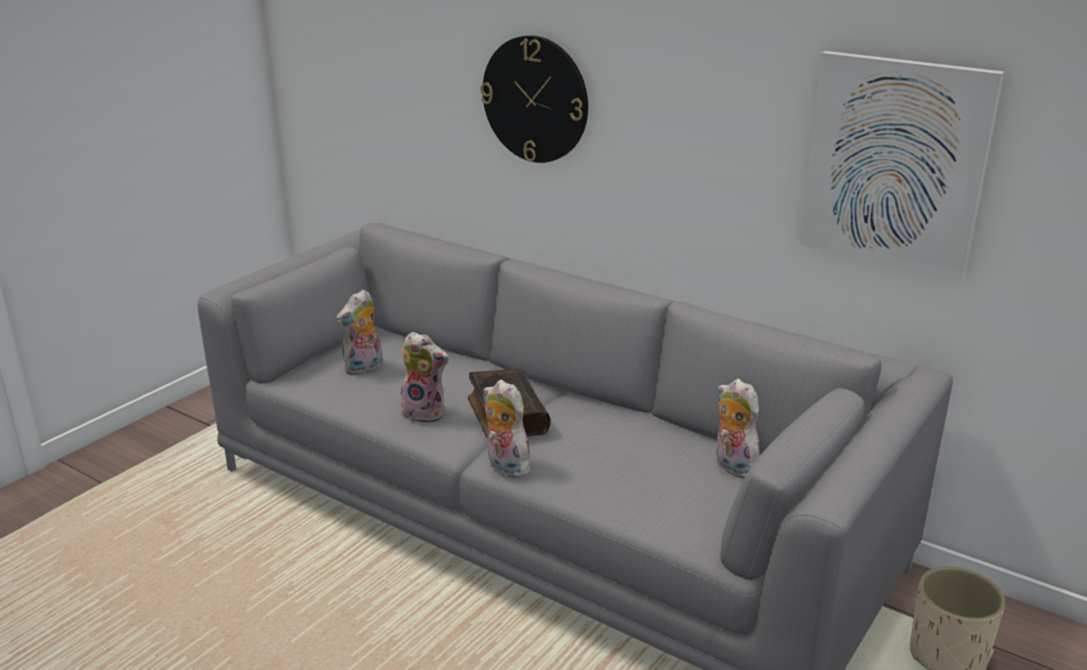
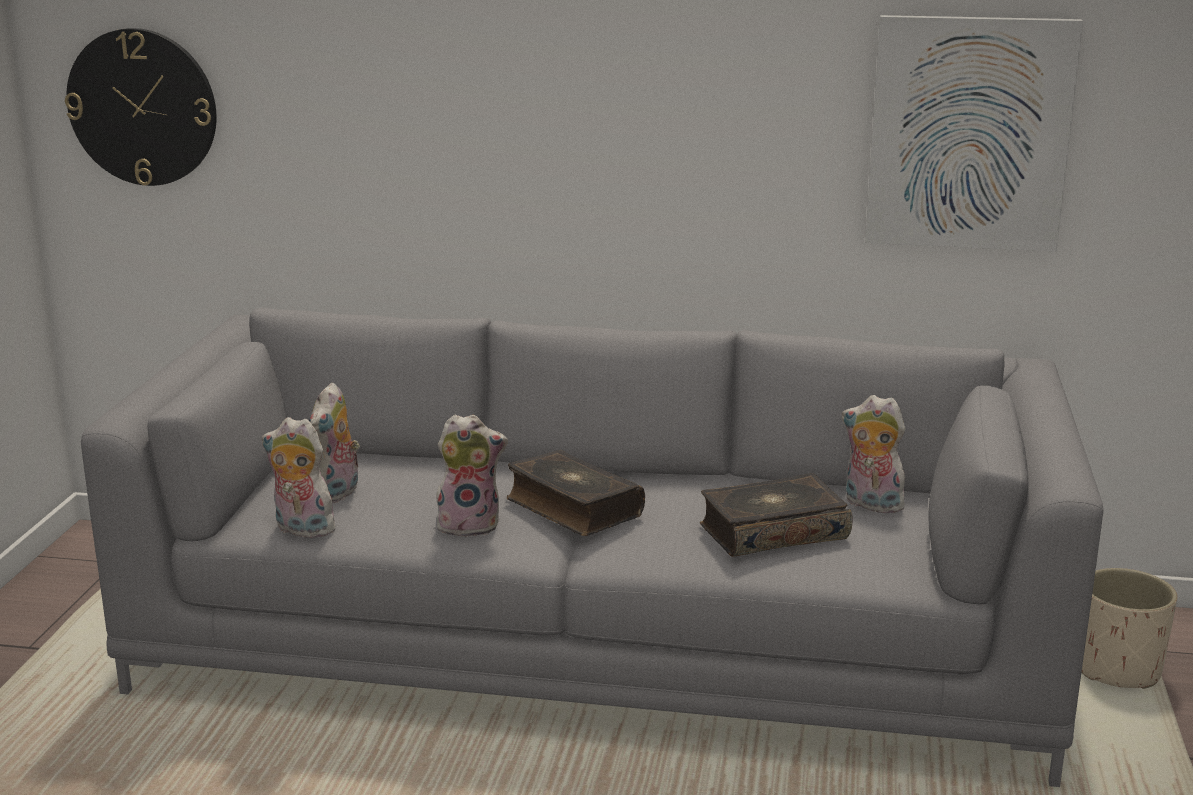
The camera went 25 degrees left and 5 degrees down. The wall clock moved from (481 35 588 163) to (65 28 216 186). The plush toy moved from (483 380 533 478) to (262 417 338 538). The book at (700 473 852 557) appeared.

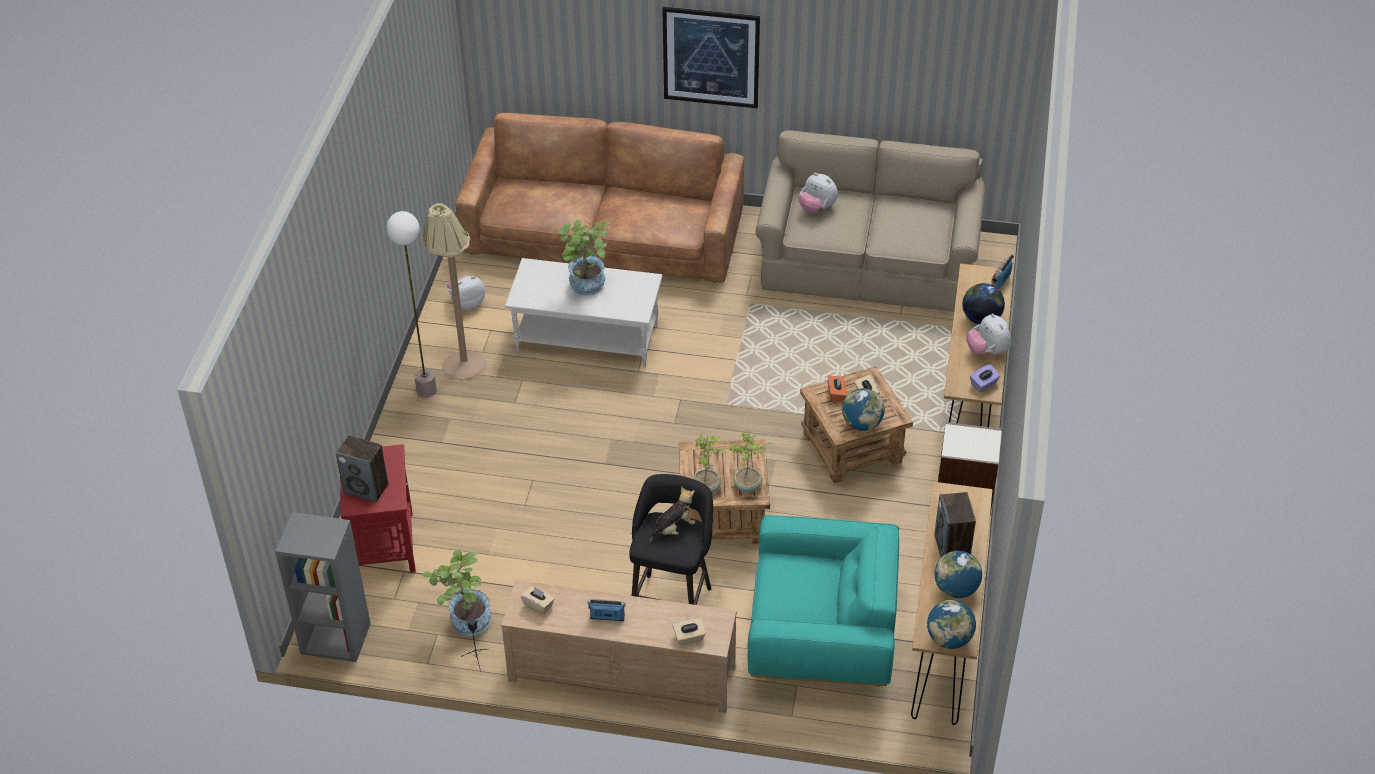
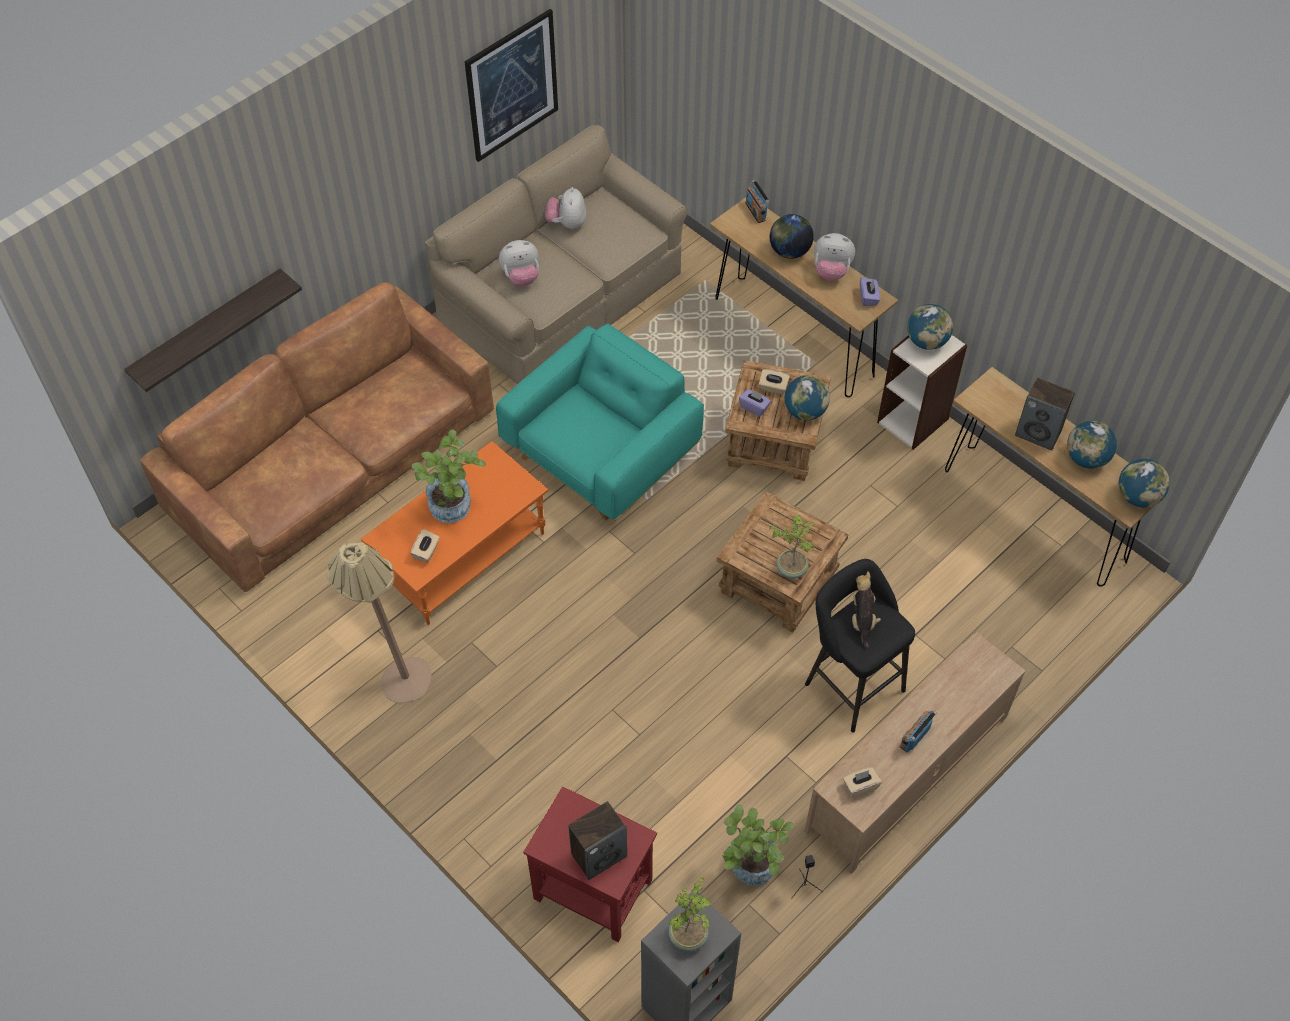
The camera went 55 degrees left and 10 degrees up. The picture moved from (662 6 760 108) to (464 9 558 162). The floor lamp at (386 211 437 398) disappeared. The coffee table (white) at (505 258 663 367) became the coffee table (orange) at (361 441 548 625). The plush toy moved from (447 275 485 310) to (545 187 586 229). The tissue box (orange) at (828 375 846 401) became the tissue box (purple) at (739 389 771 416). The potted plant moved from (729 431 773 492) to (668 878 713 951). The armchair (turquoise) moved from (747 515 899 687) to (496 323 704 521). The tissue box (beige) moved from (673 618 706 645) to (411 529 440 563). The shelf at (124 269 302 392) appeared. The globe at (907 304 953 350) appeared.

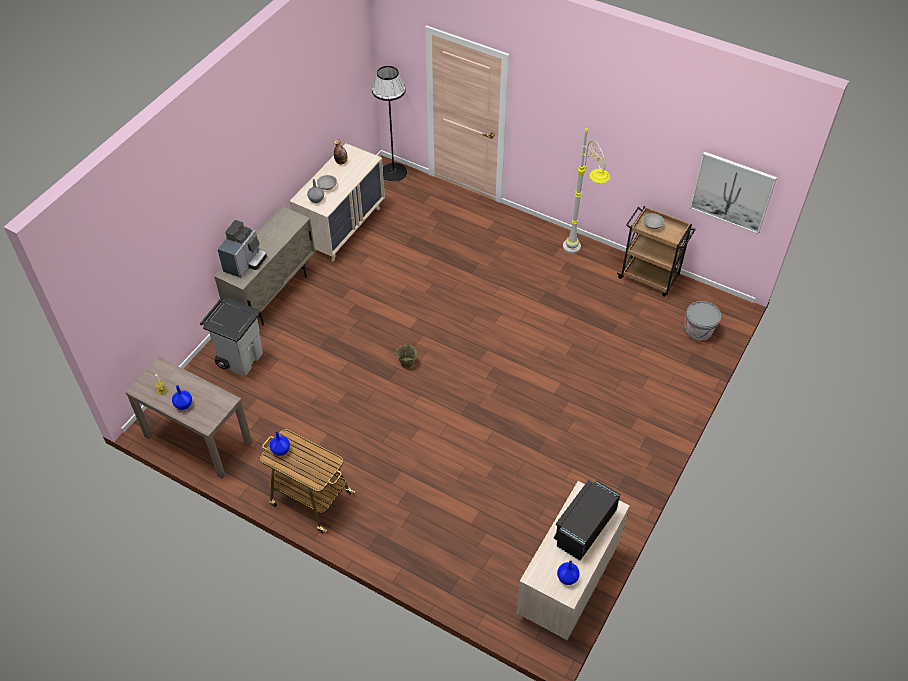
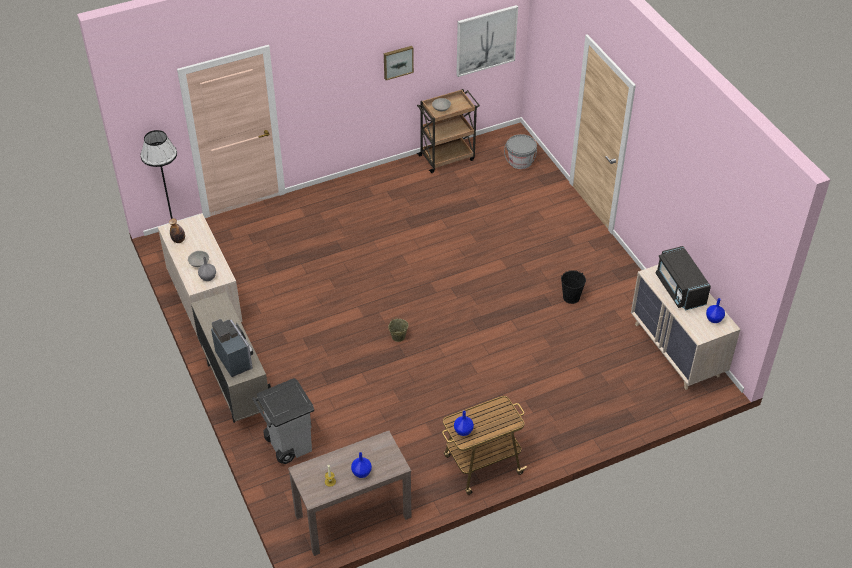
The camera went 55 degrees left and 5 degrees down. The floor lamp (grey) at (563 128 610 254) disappeared. The picture at (384 46 414 80) appeared. The bucket (black) at (561 270 586 304) appeared.

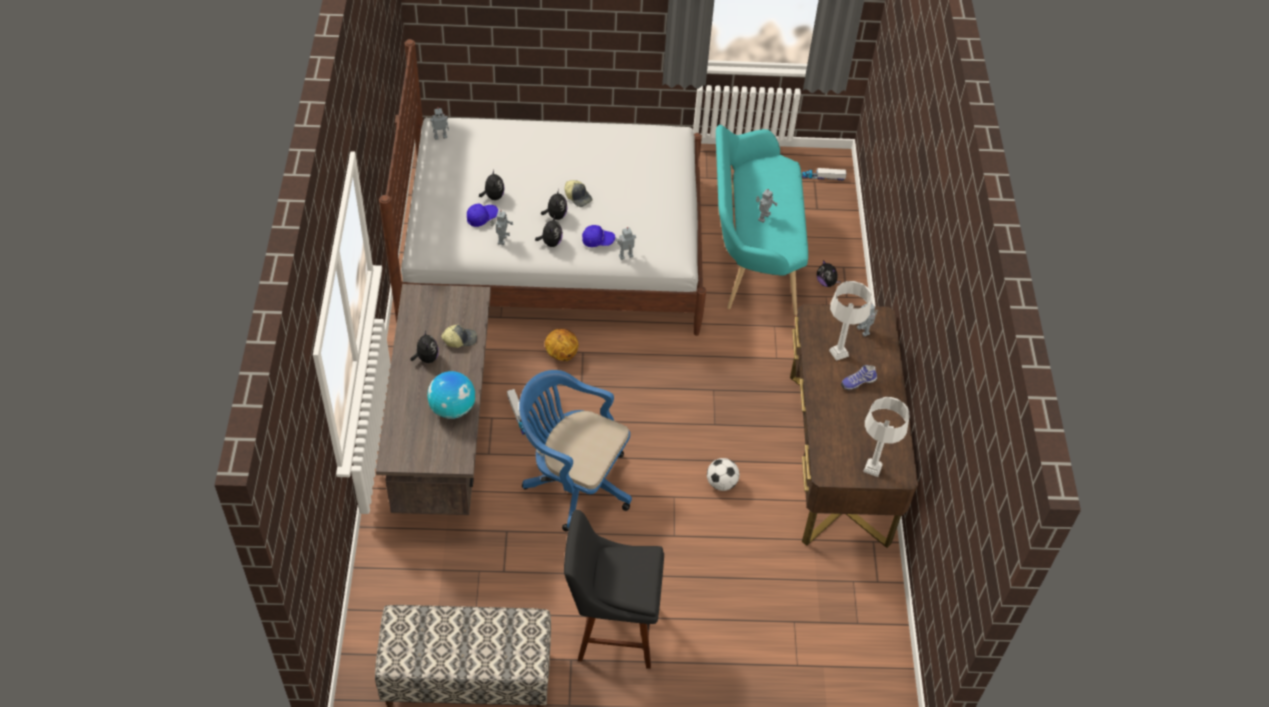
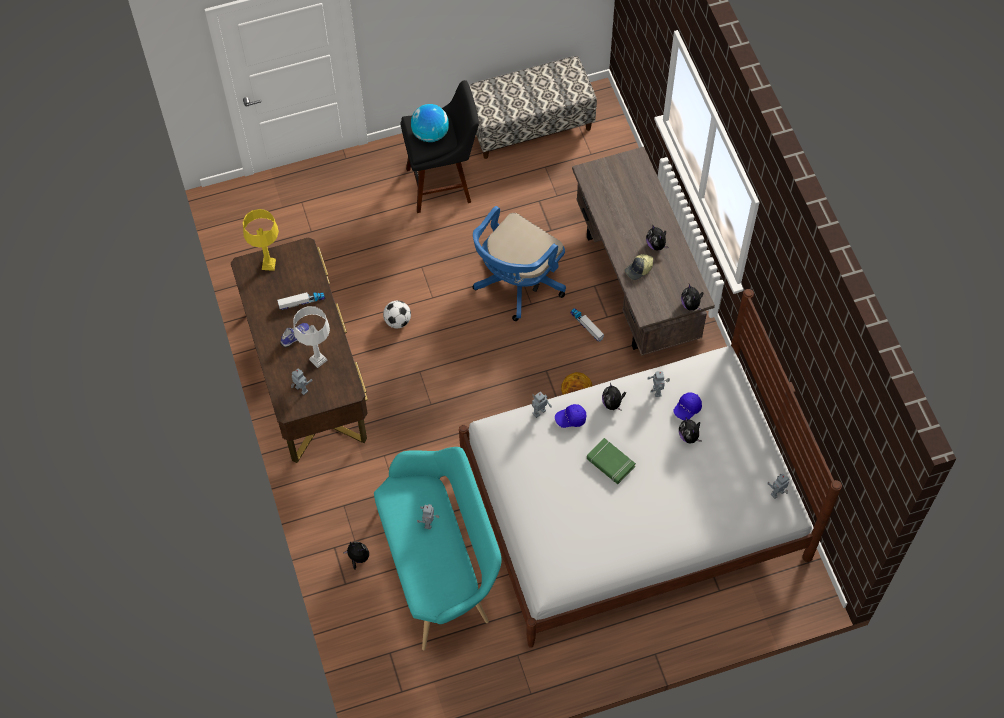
The camera went 165 degrees right and 10 degrees up. The toy truck moved from (802 168 847 181) to (277 292 325 310). The cap at (564 180 593 207) was replaced by the book (green) at (587 438 636 484). The plush toy moved from (541 189 568 220) to (681 284 703 311). The office chair (blue) at (519 370 632 531) turned 120 degrees clockwise. The globe moved from (427 371 475 419) to (411 104 449 142). The table lamp (grey) at (863 397 909 477) became the table lamp (yellow) at (243 209 279 271).

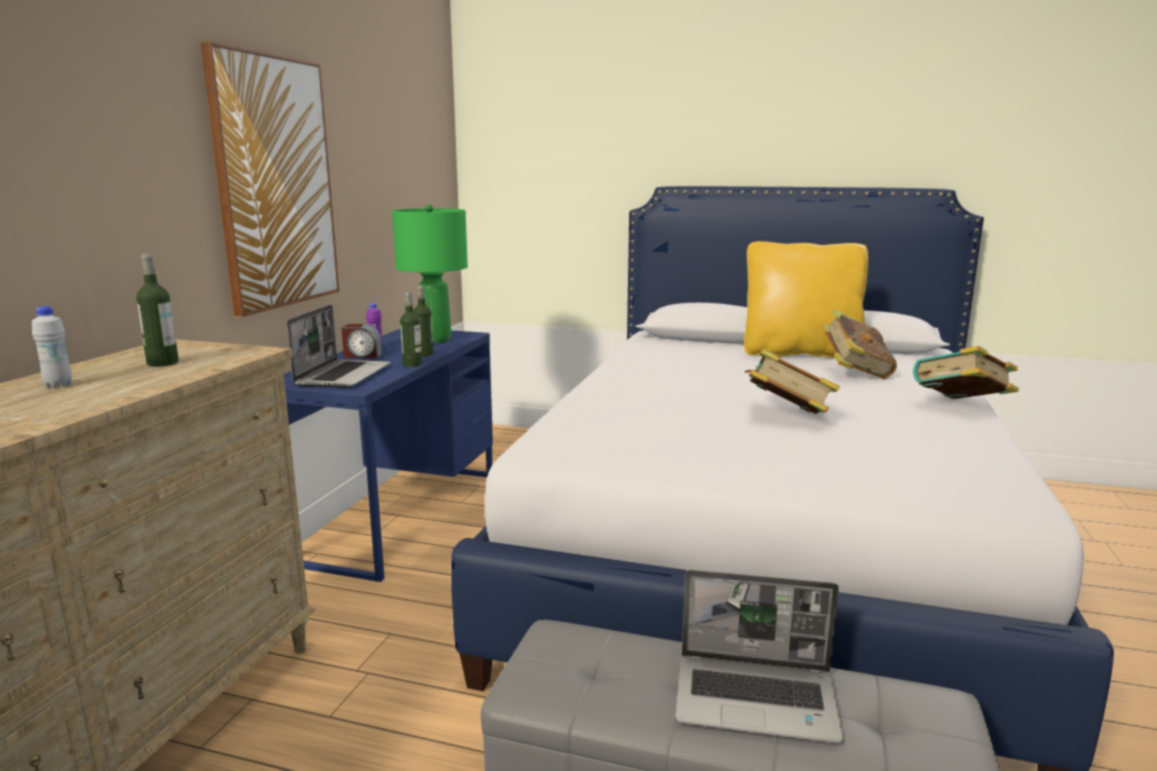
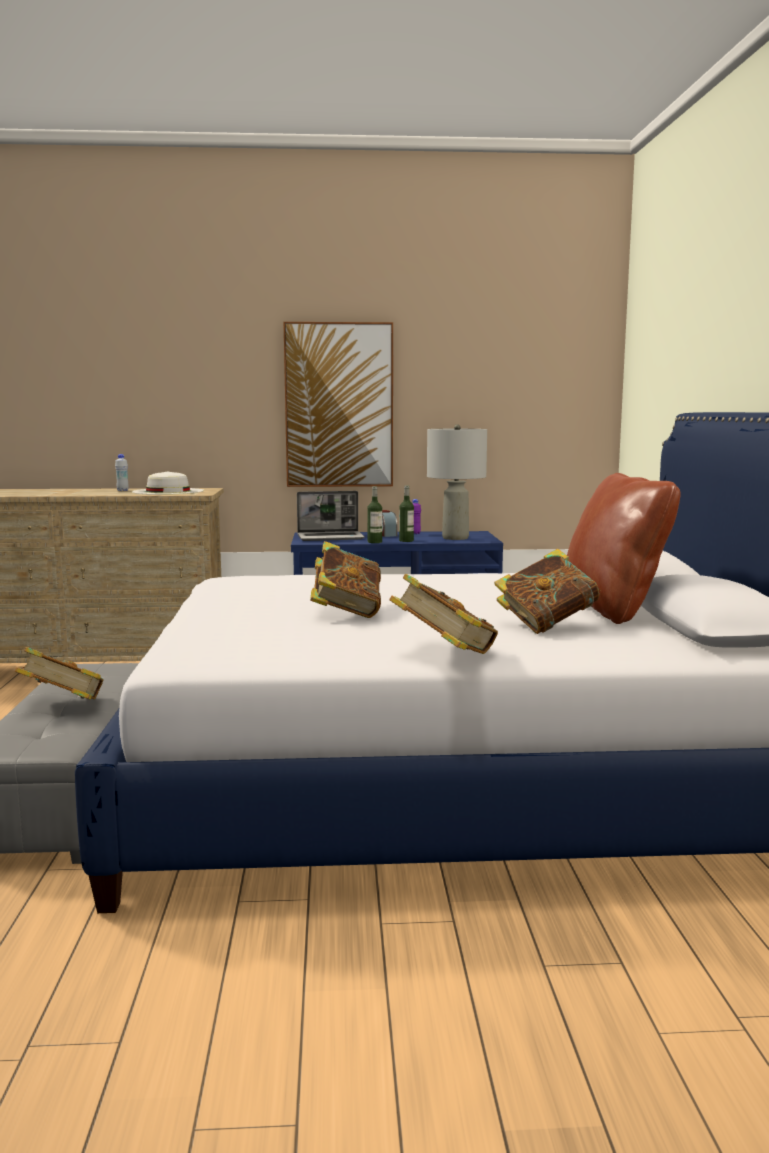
The camera went 70 degrees right and 5 degrees down. The table lamp (green) at (392 204 468 343) became the table lamp (grey) at (427 424 487 540). The pillow (yellow) at (744 241 868 358) became the pillow (brown) at (567 473 681 624). The bottle at (136 253 179 367) was replaced by the hat (white) at (132 472 204 495). The laptop at (675 570 844 743) was replaced by the book at (15 647 104 700).

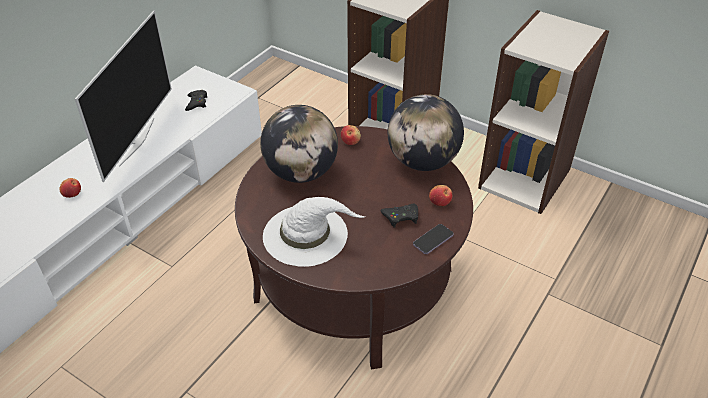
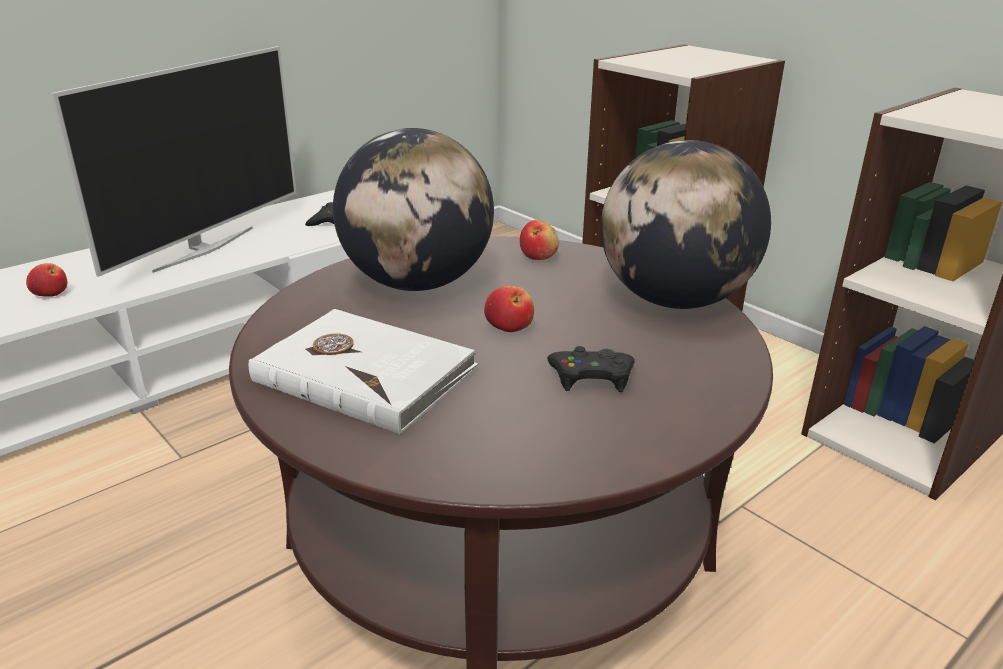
The camera went 15 degrees right and 15 degrees down. The apple moved from (429 185 452 206) to (484 285 534 332). The hat (white) at (263 197 365 267) was replaced by the book (white) at (248 309 478 435). The phone at (413 224 454 254) disappeared.

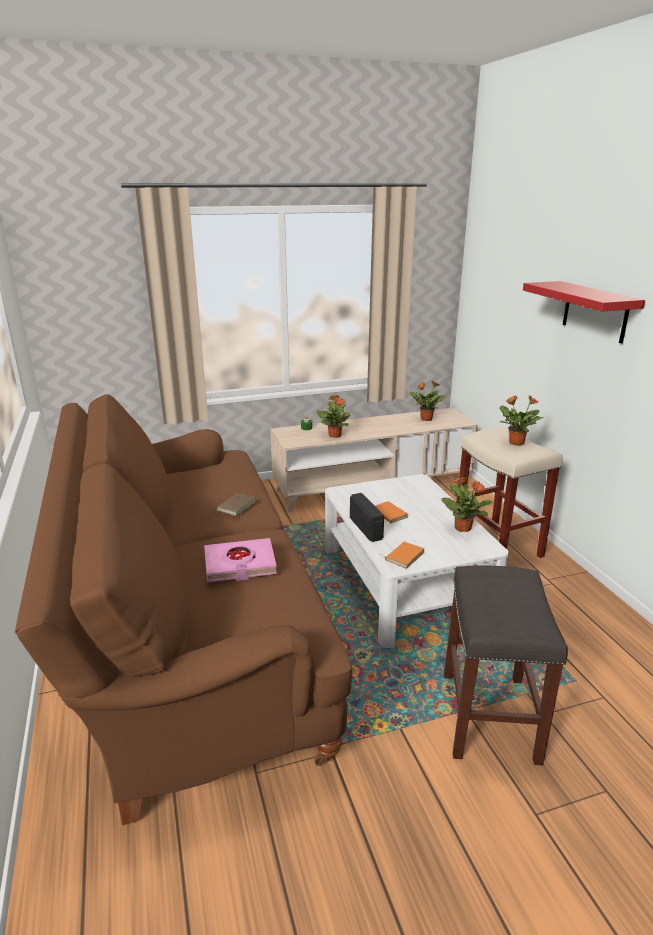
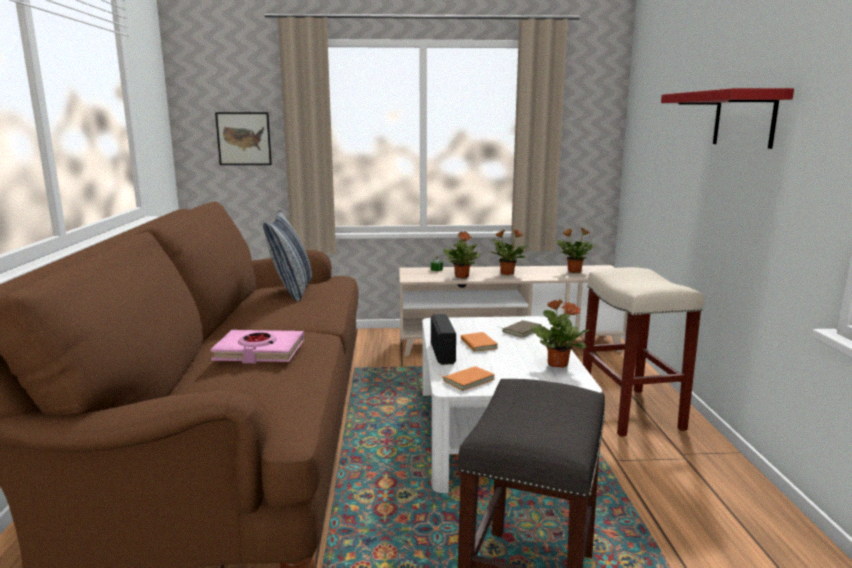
The camera went 15 degrees right and 10 degrees down. The potted plant moved from (499 395 543 446) to (488 229 528 275). The book (brown) moved from (211 493 256 516) to (500 320 542 338). The picture at (215 112 272 165) appeared. The pillow at (263 210 312 301) appeared.

